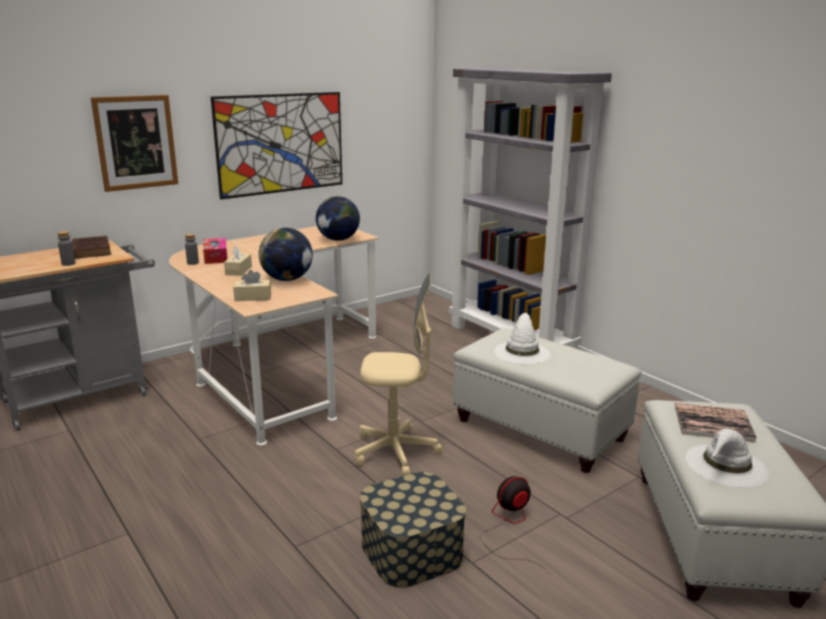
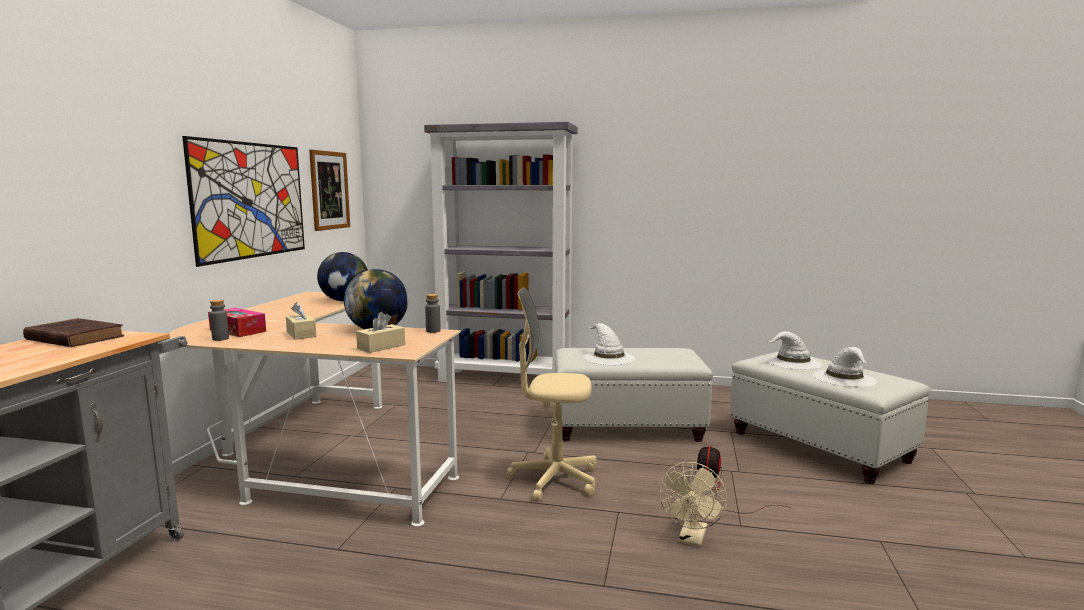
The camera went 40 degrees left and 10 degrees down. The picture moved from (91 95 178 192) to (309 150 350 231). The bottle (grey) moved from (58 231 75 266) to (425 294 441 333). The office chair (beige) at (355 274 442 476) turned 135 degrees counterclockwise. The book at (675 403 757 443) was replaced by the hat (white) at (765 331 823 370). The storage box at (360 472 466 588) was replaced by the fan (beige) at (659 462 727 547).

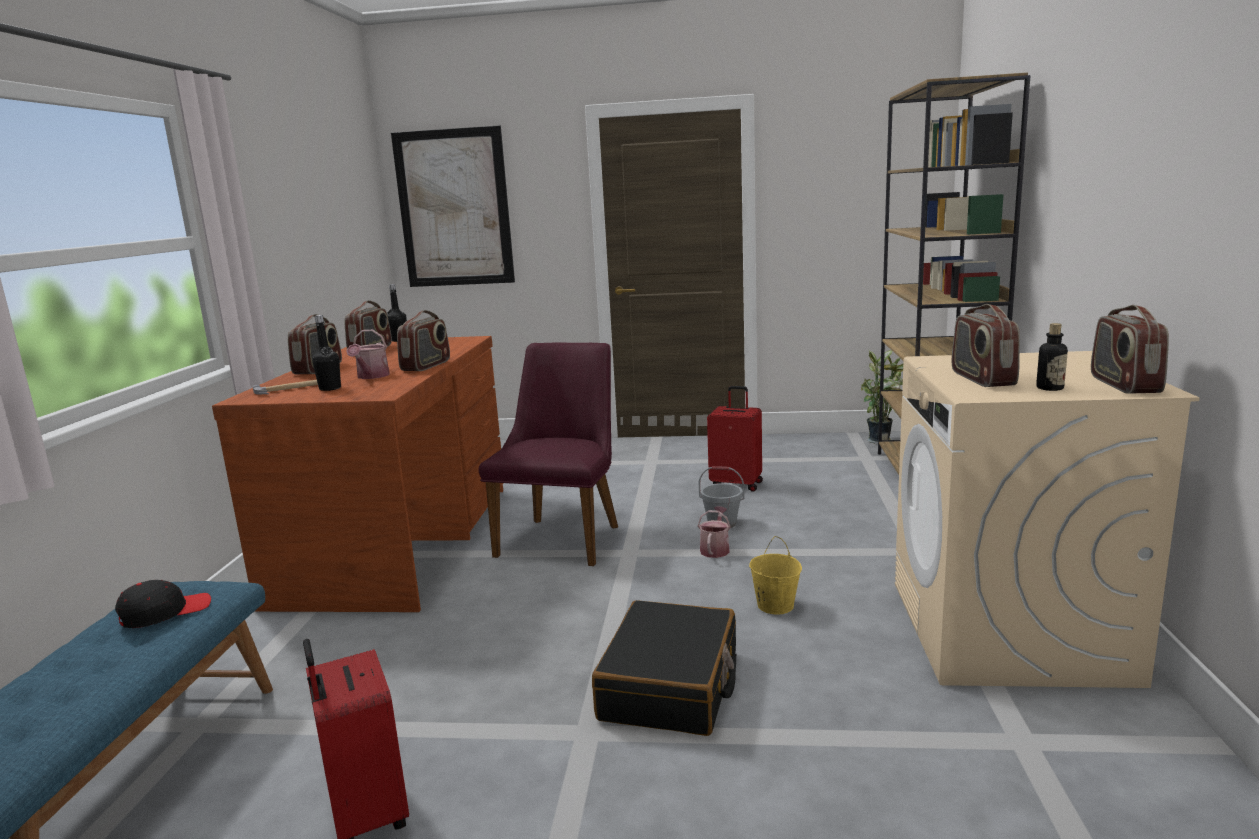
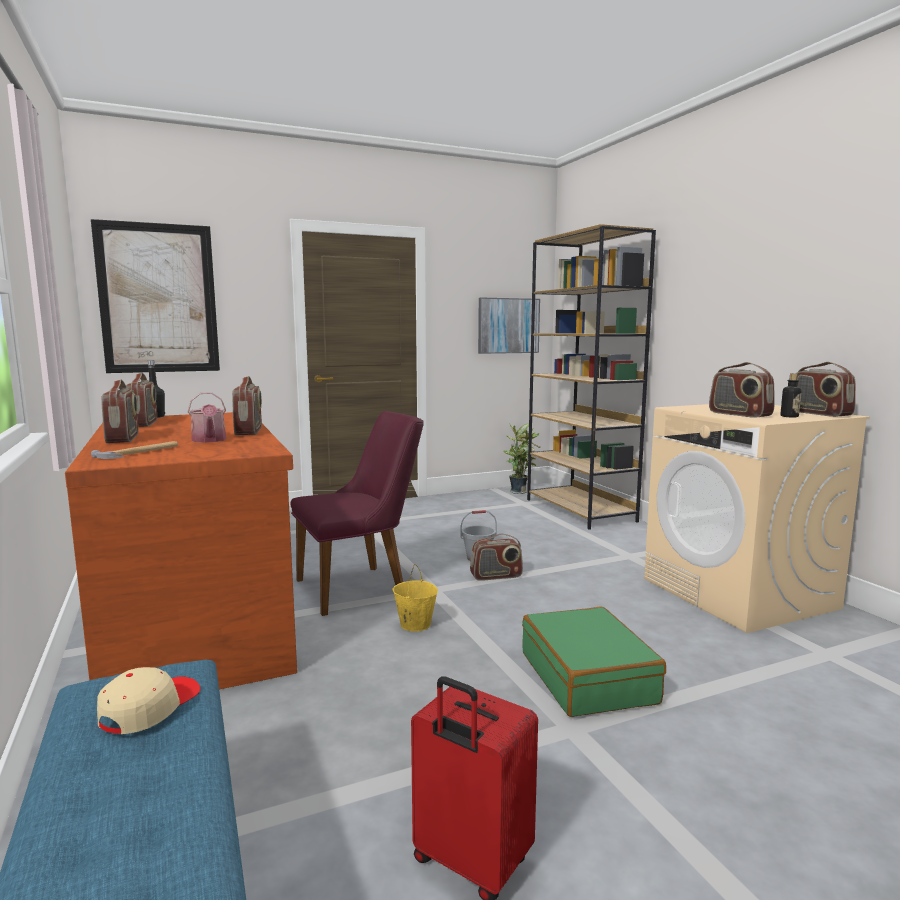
The camera went 30 degrees left and 5 degrees down. The bottle (black) at (312 315 341 391) disappeared. The chair (purple) at (479 343 618 566) turned 75 degrees clockwise. The suitcase (red) at (707 386 763 492) disappeared. The watering can at (698 506 731 558) was replaced by the radio at (470 534 523 581). The bucket (yellow) moved from (749 536 802 615) to (392 564 438 632). The cap (black) at (115 580 211 628) became the cap (beige) at (97 667 201 734). The suitcase (black) at (592 600 736 736) became the suitcase (green) at (522 607 666 717). The picture at (478 298 540 354) appeared.

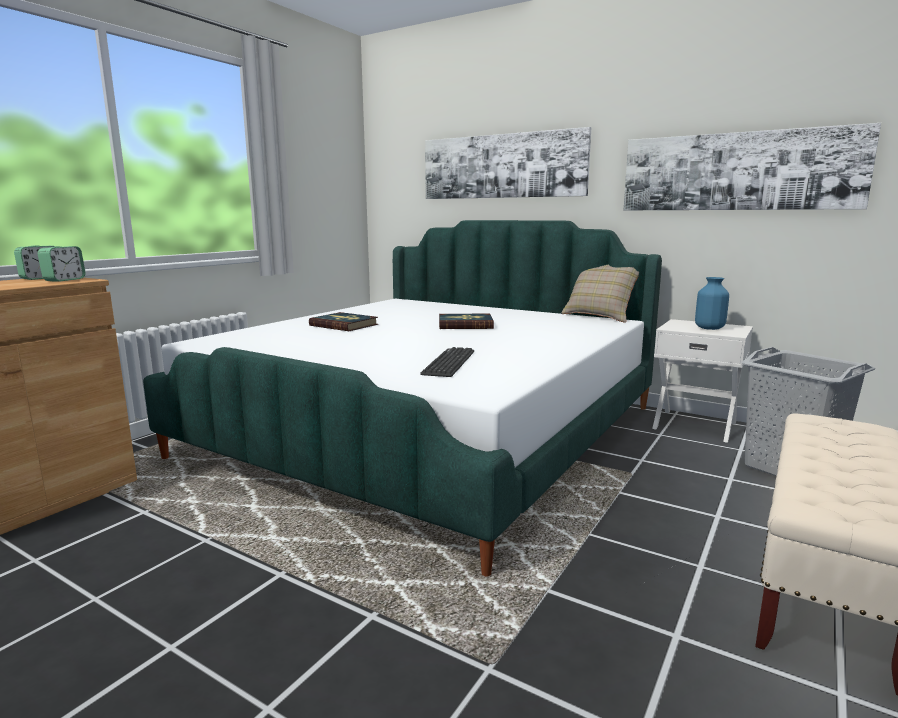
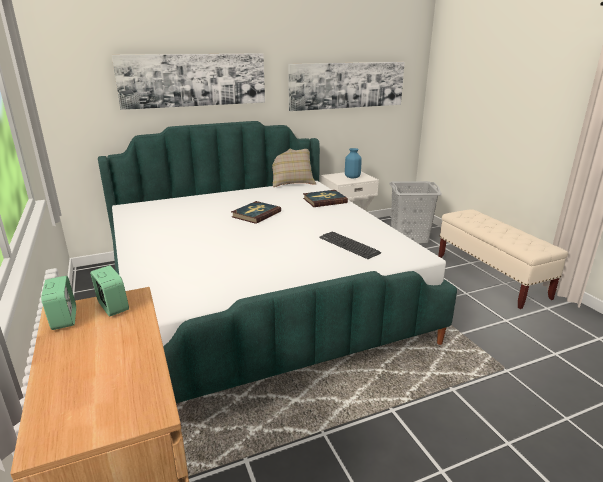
The camera went 55 degrees left and 10 degrees up. The book moved from (309 312 378 331) to (303 190 348 207).

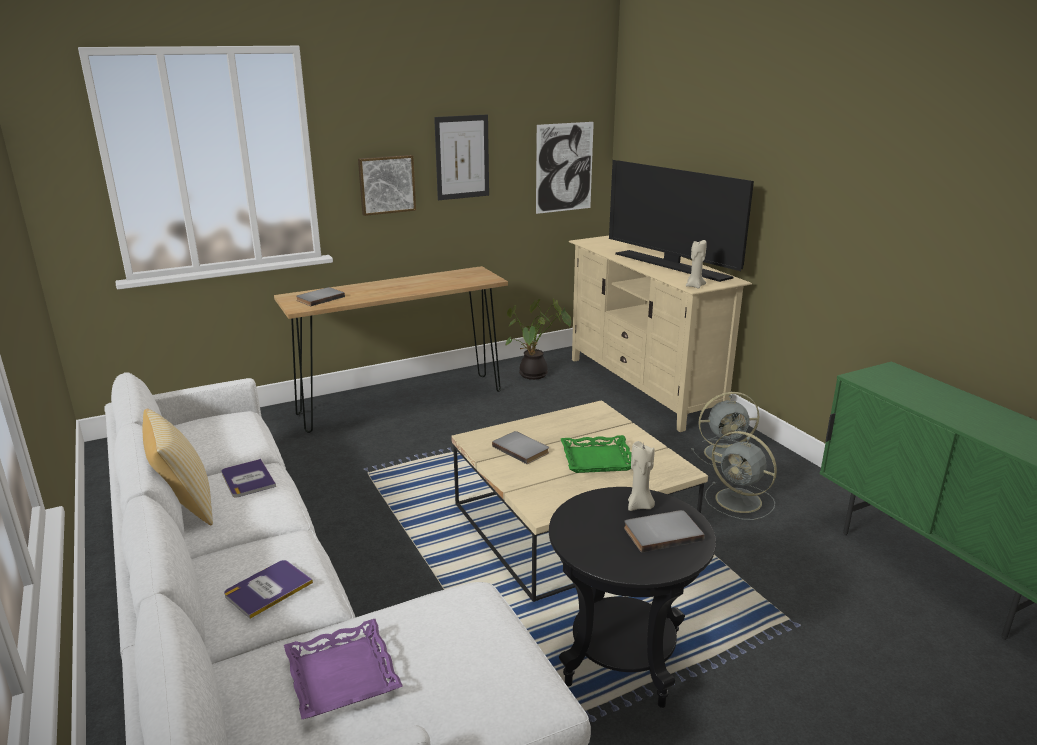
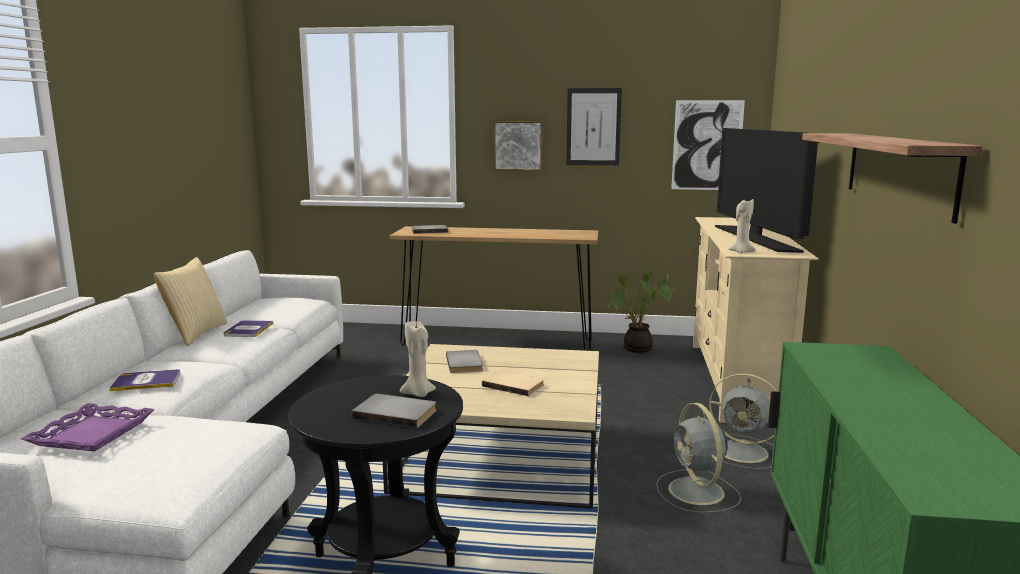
The camera went 35 degrees right and 10 degrees down. The tray (green) at (561 435 632 473) was replaced by the book (beige) at (482 370 544 396). The shelf at (802 133 983 224) appeared.

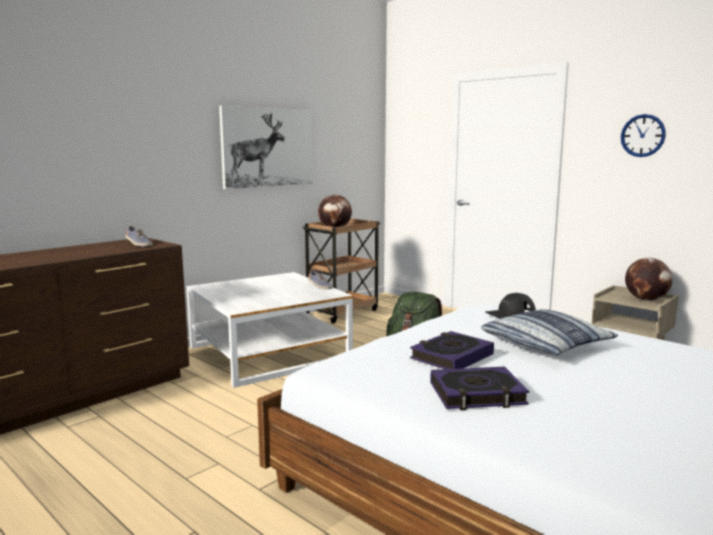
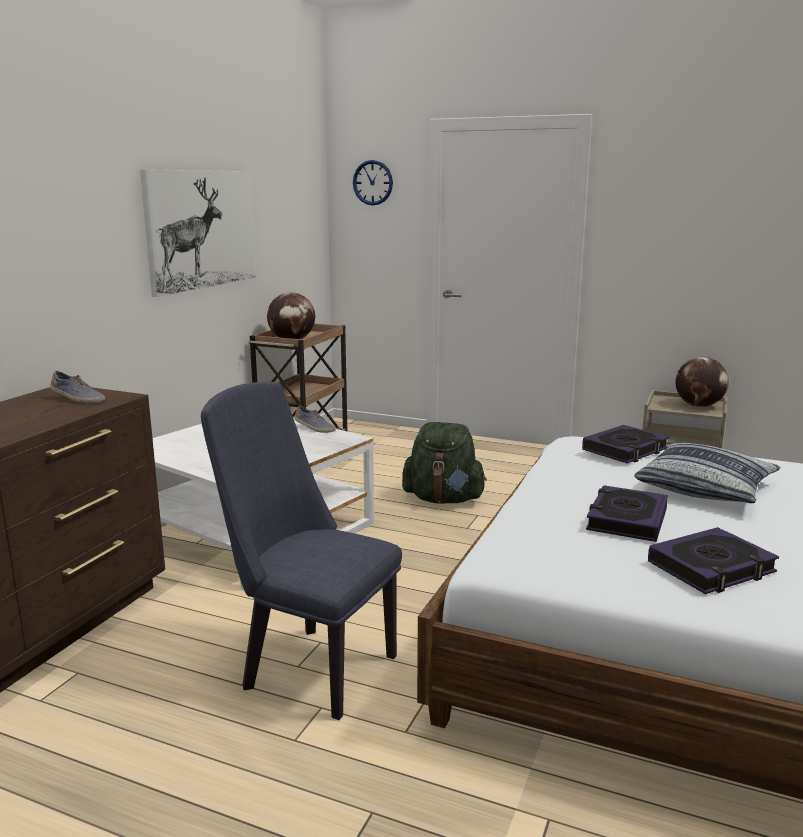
The camera went 20 degrees left and 5 degrees up. The wall clock moved from (621 114 666 157) to (353 160 393 206). The cap (black) at (485 293 536 319) was replaced by the book at (582 425 669 463). The chair (blue) at (201 382 402 720) appeared.

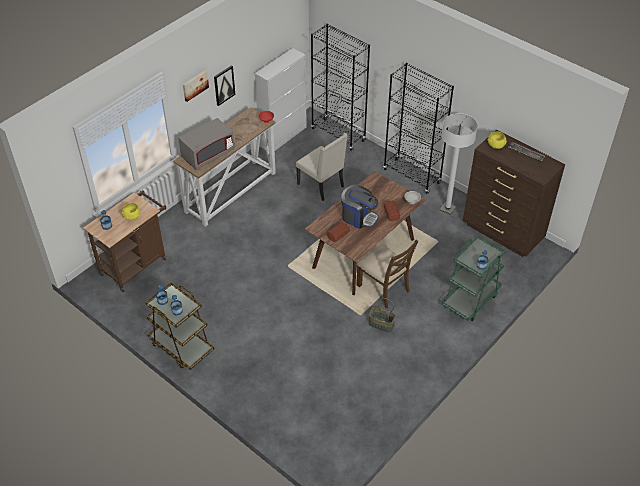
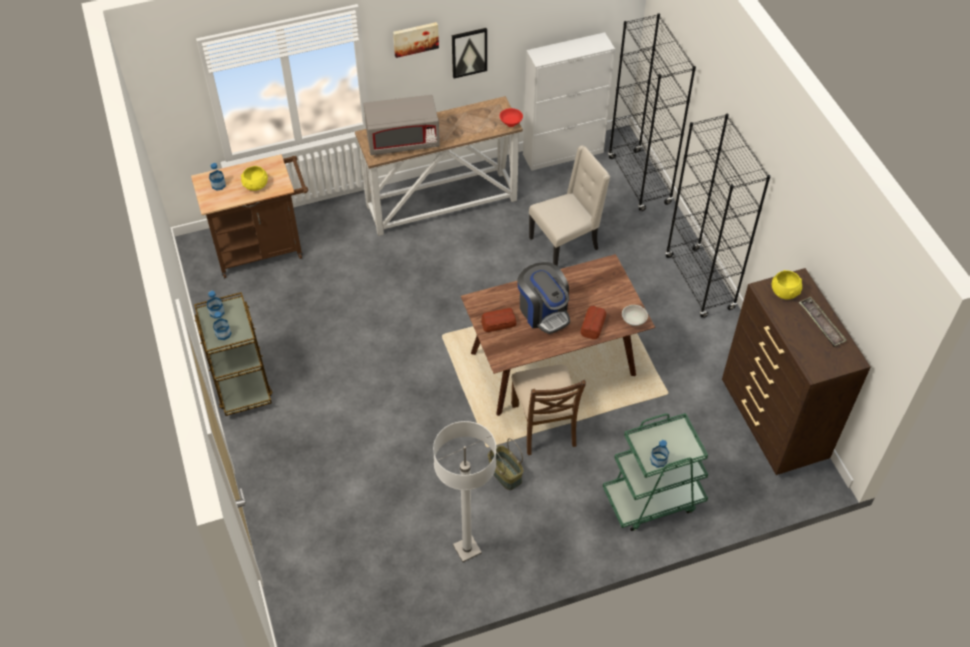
The camera went 30 degrees right and 5 degrees up. The floor lamp (white) moved from (440 113 478 215) to (433 421 496 562). The chair (beige) at (296 133 348 201) turned 105 degrees counterclockwise.

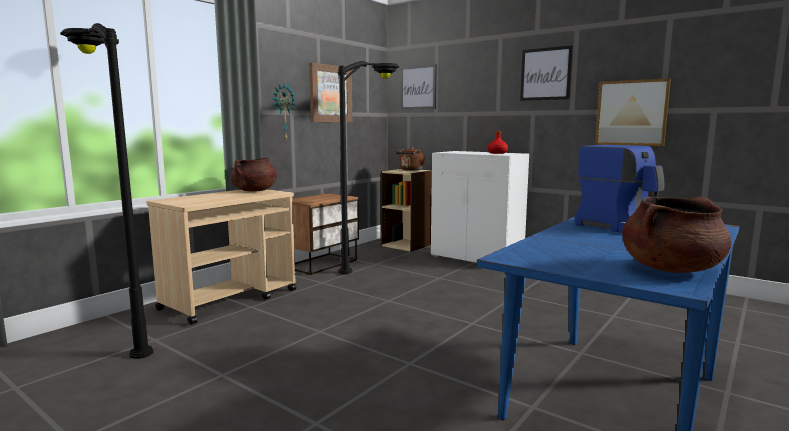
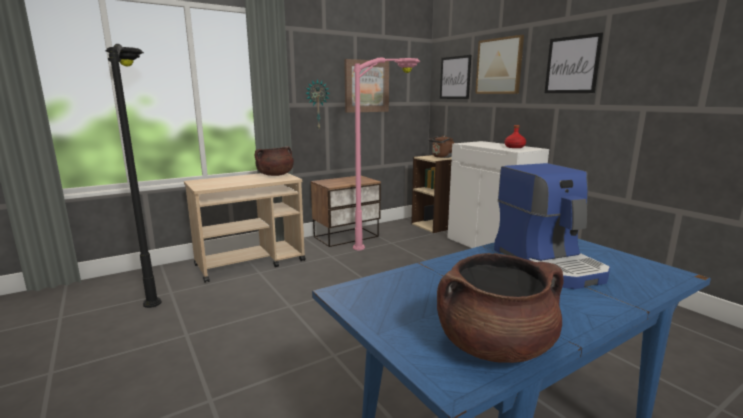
The camera went 20 degrees right and 5 degrees up. The floor lamp (black) at (338 61 399 274) became the floor lamp (pink) at (353 57 420 250). The picture moved from (595 78 671 146) to (475 35 524 94).

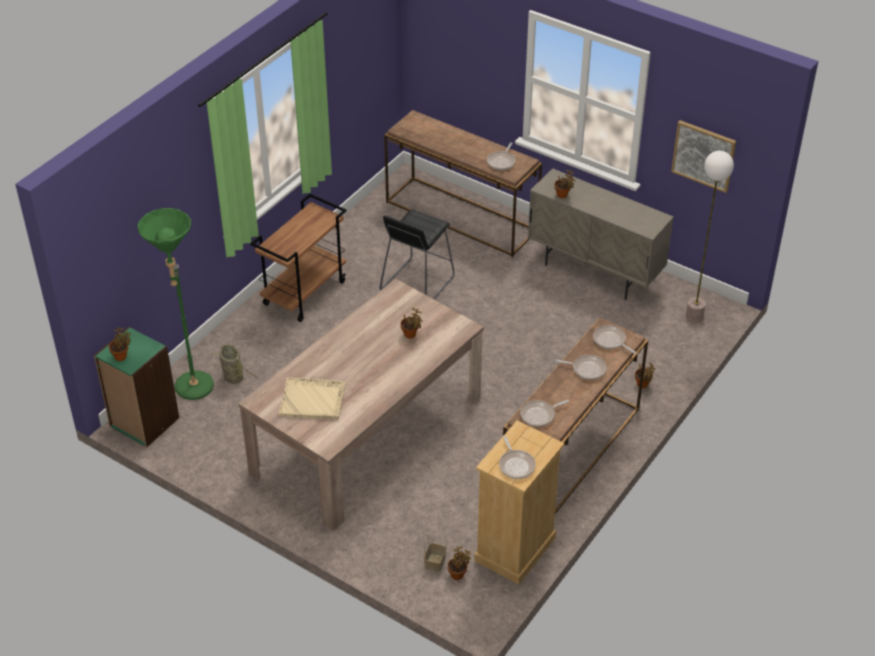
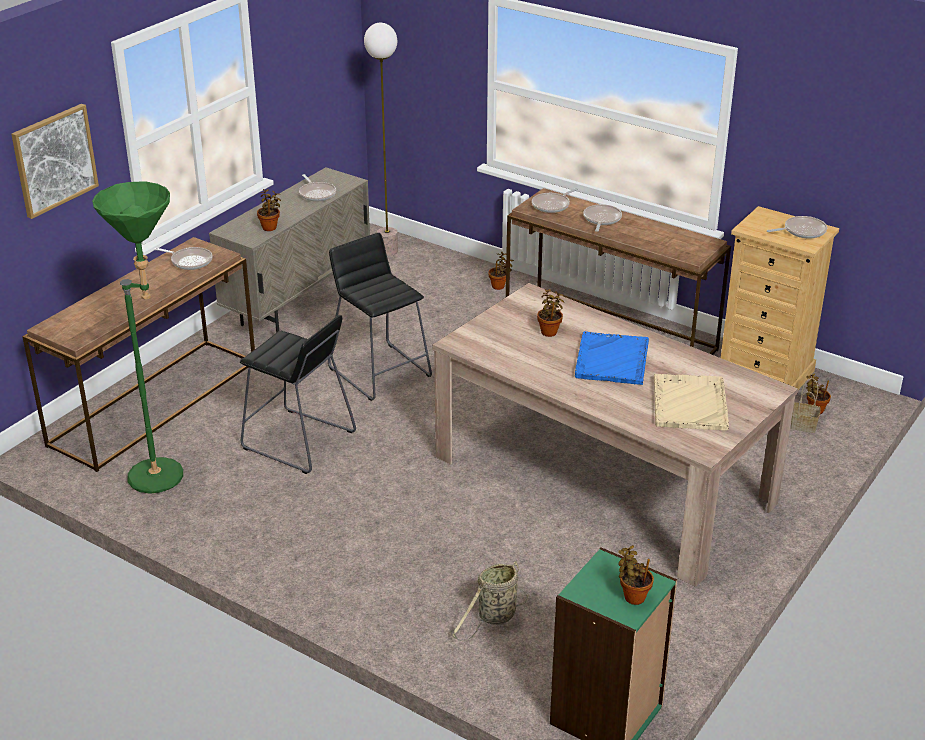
The camera went 90 degrees left and 10 degrees down. The picture moved from (671 120 736 193) to (11 104 99 219). The cart (brown) at (250 194 347 322) disappeared. The floor lamp (green) moved from (137 208 214 400) to (92 181 183 494). The frying pan moved from (520 400 569 427) to (299 174 336 202). The stool (black) at (328 233 432 401) appeared. The tray (blue) at (575 331 649 385) appeared.

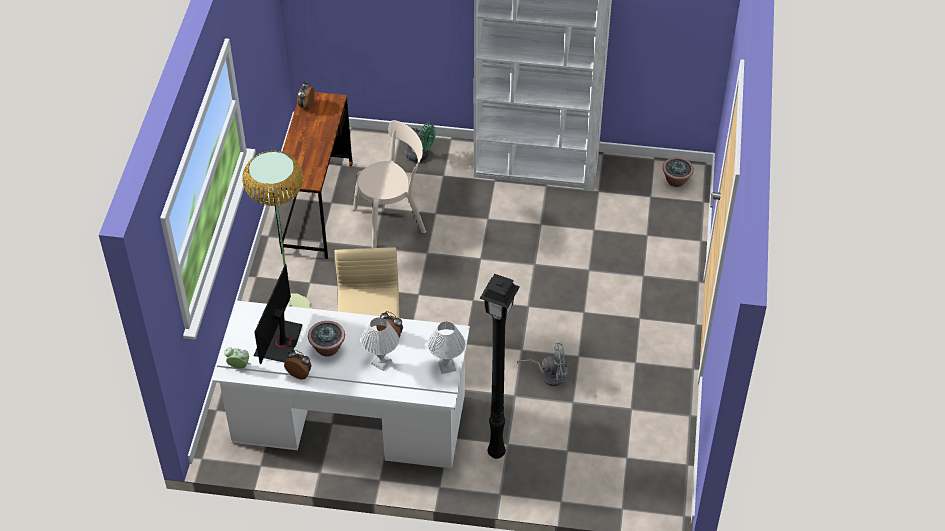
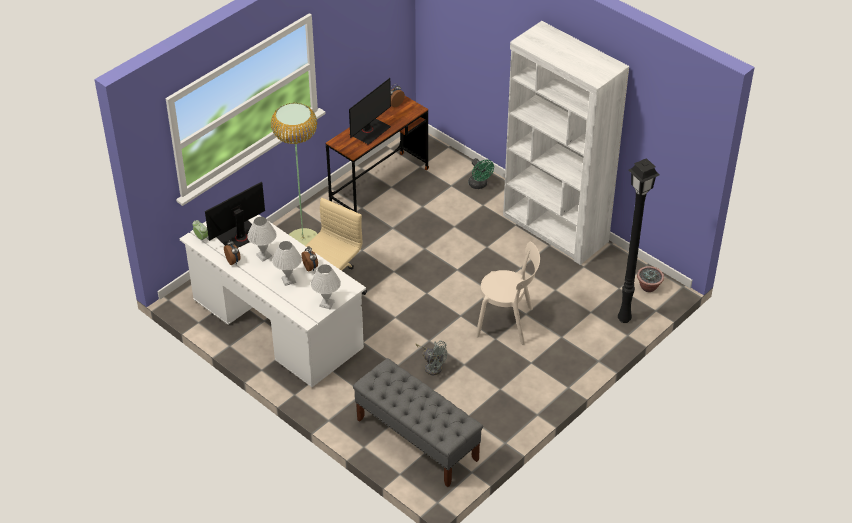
The camera went 35 degrees right and 5 degrees down. The chair (beige) moved from (353 120 426 248) to (476 242 540 345). The floor lamp (black) moved from (480 274 520 459) to (618 158 660 323). The potted plant at (308 321 345 357) was replaced by the table lamp (white) at (247 217 277 261). The monitor at (349 78 391 145) appeared. The bench (grey) at (353 358 483 487) appeared.

